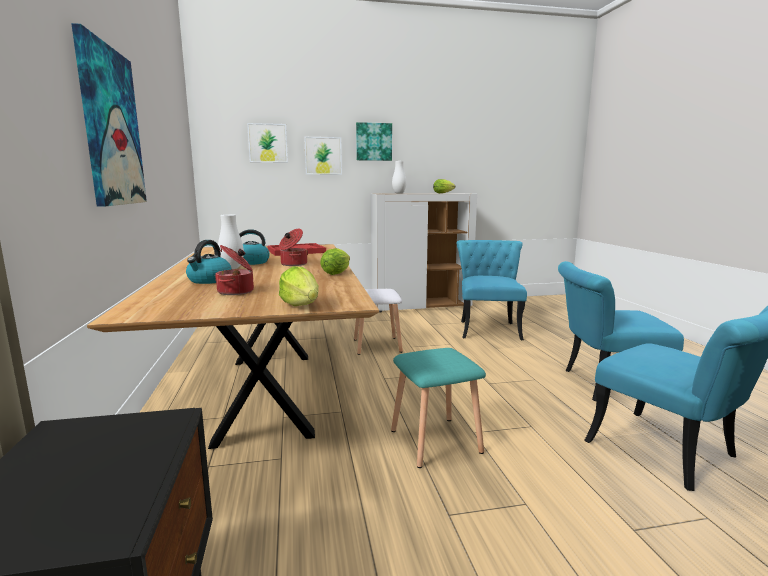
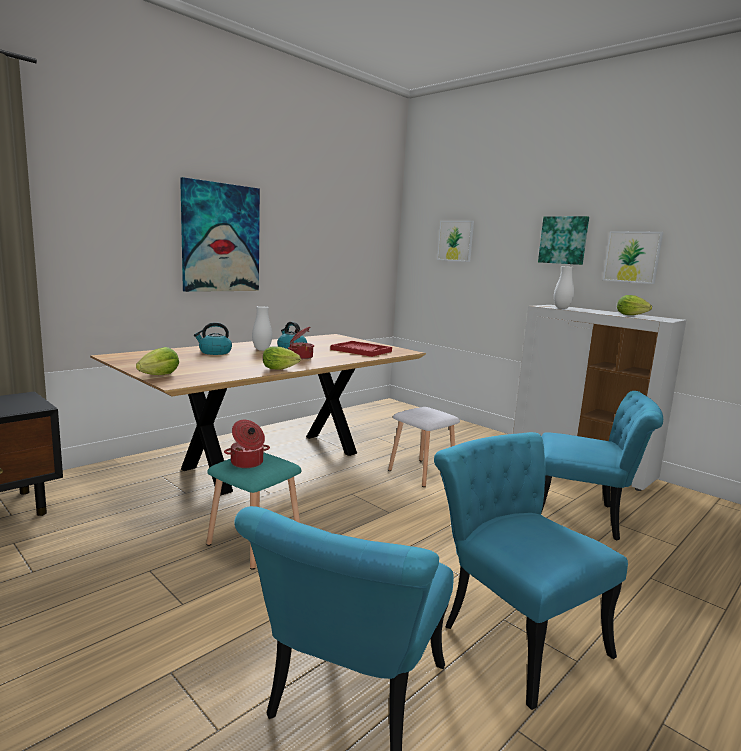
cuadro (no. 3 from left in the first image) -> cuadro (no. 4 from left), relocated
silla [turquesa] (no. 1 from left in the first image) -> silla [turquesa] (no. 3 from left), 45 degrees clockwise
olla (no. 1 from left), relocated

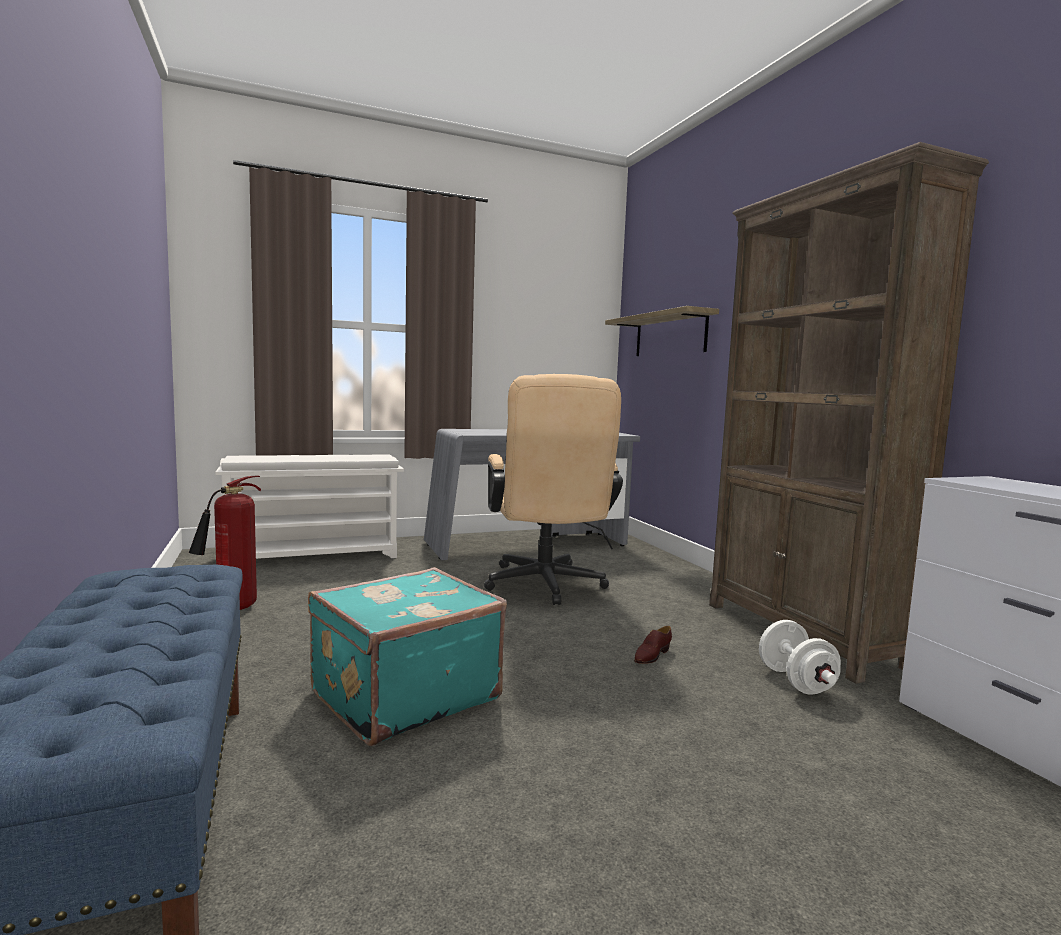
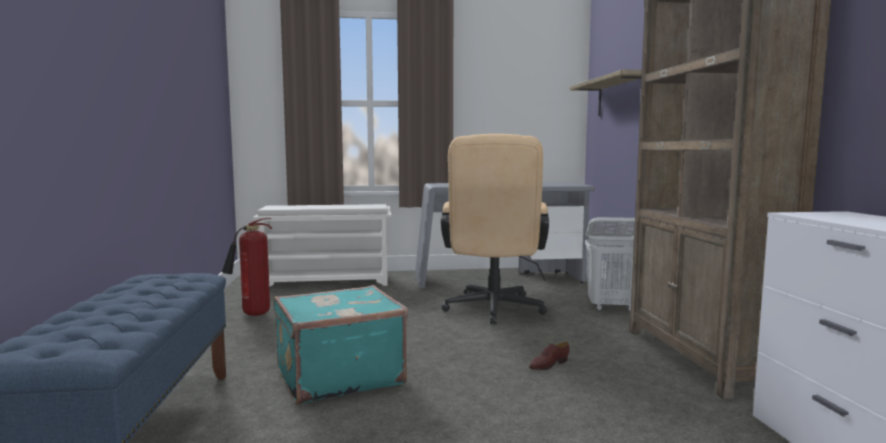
mancuerna [blanco] -> none
none -> cesto de la ropa [blanco]

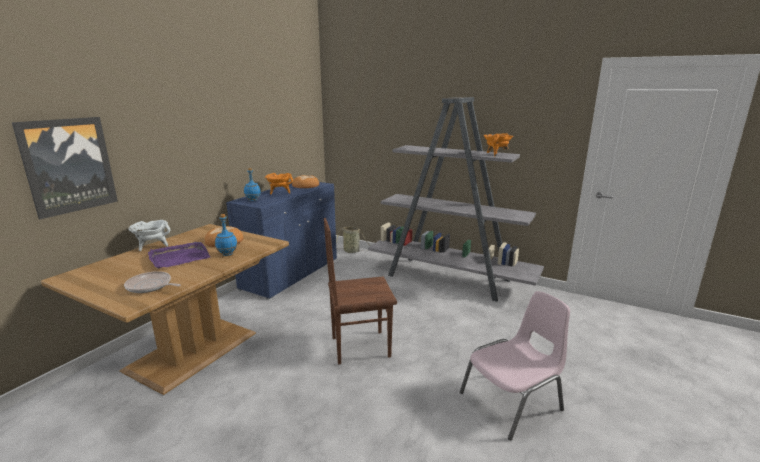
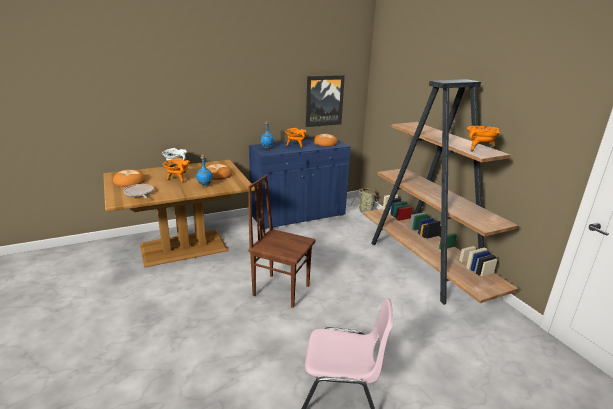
estantería [gris] -> estantería [marrón]
cuadro, relocated
bandeja [morado] -> olla [naranja] (no. 1 from left)
none -> pan (no. 1 from left)

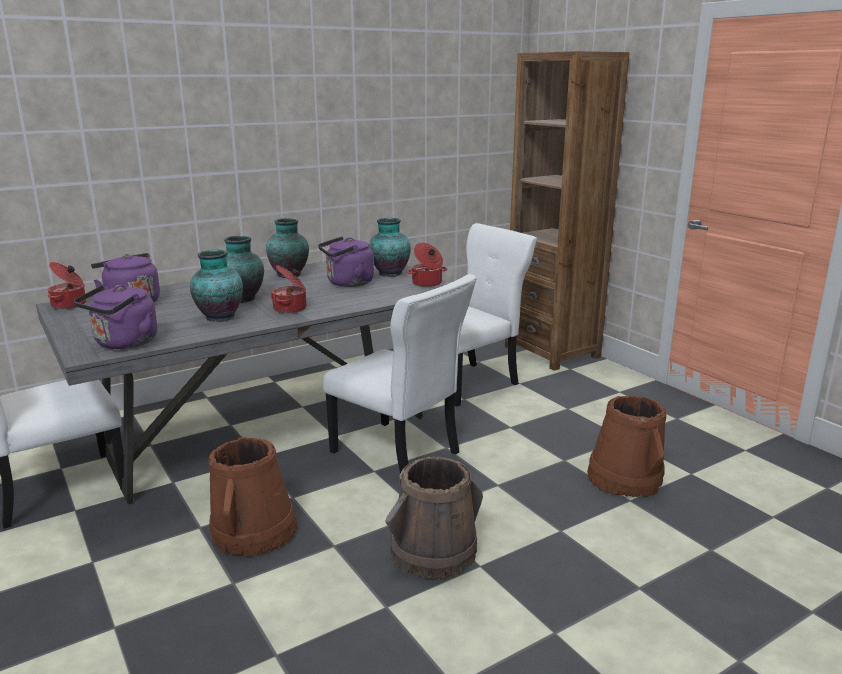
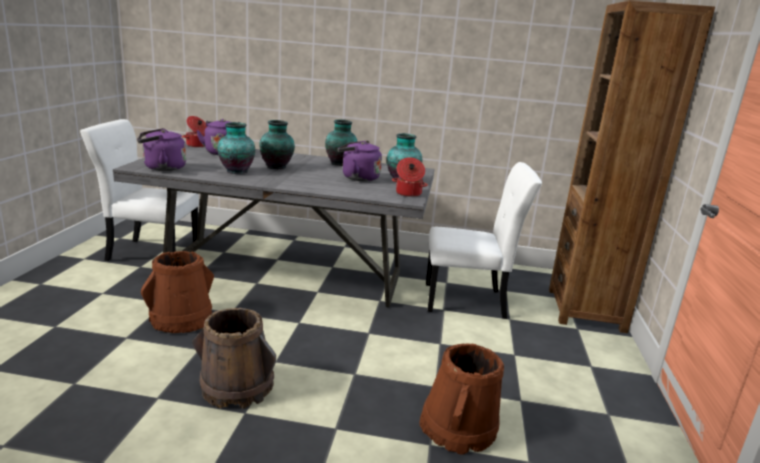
olla (no. 2 from left) -> none
silla [blanco] (no. 2 from left) -> none

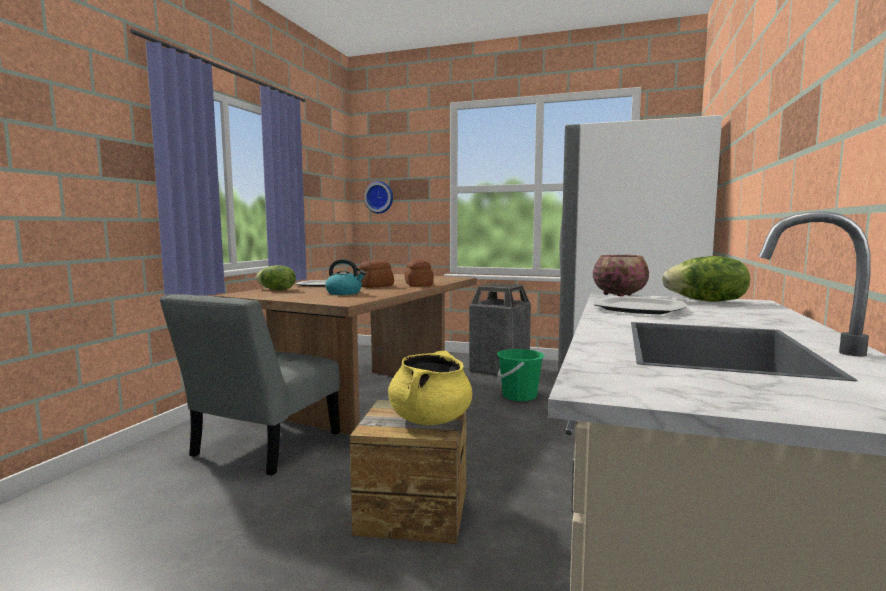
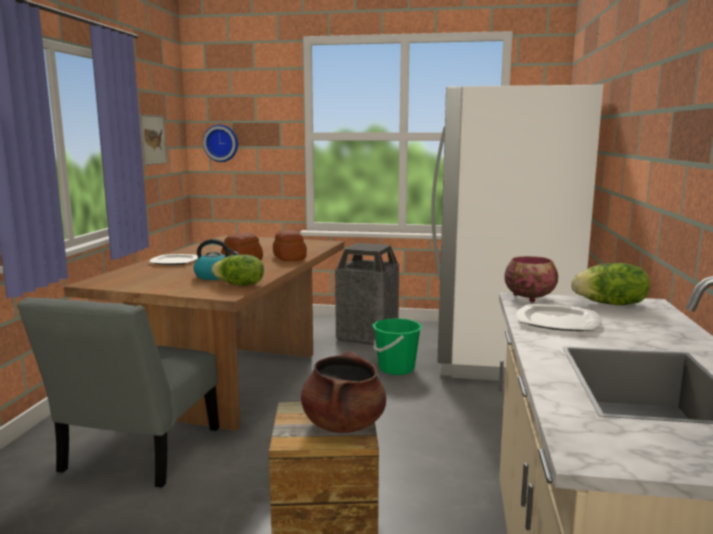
lechuga (no. 1 from left), relocated
olla [amarillo] -> olla [marrón]
none -> cuadro

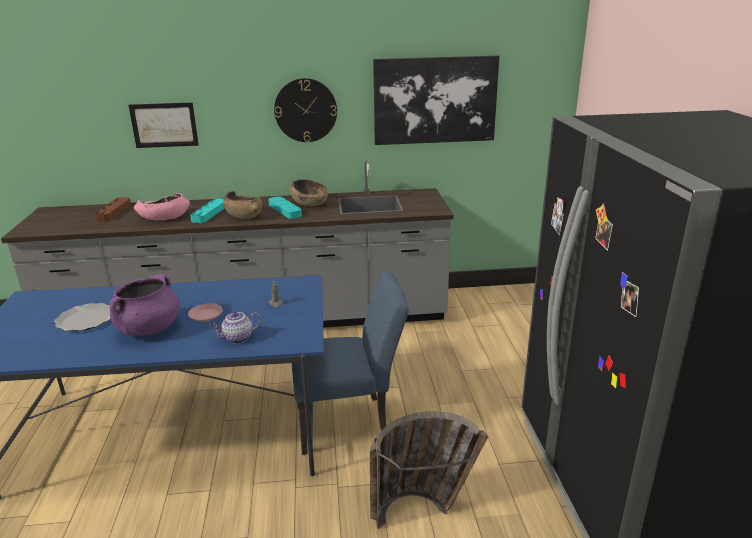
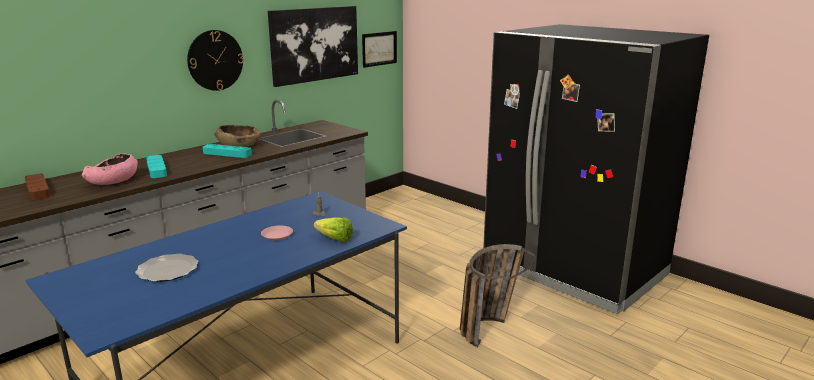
cuadro (no. 1 from left in the first image) -> cuadro (no. 2 from left), relocated
cuenco [marrón] (no. 1 from left) -> none
silla [azul] -> none
olla [morado] -> none
tetera -> lechuga

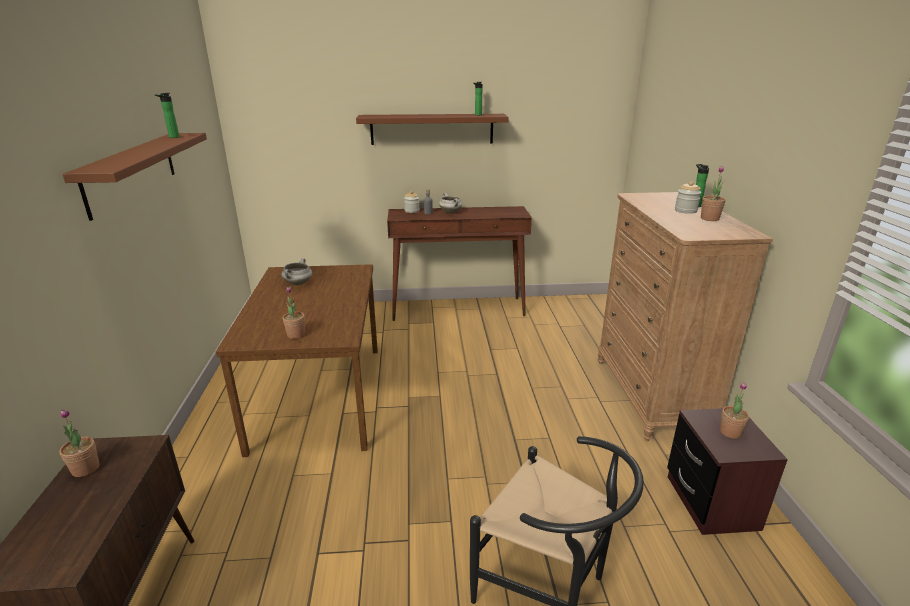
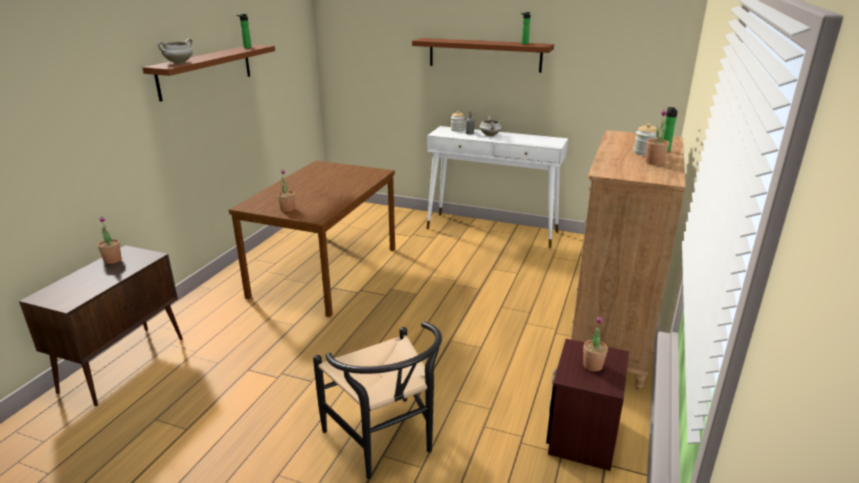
mesa consola [marrón] -> mesa consola [blanco]
olla [blanco] (no. 1 from left), relocated

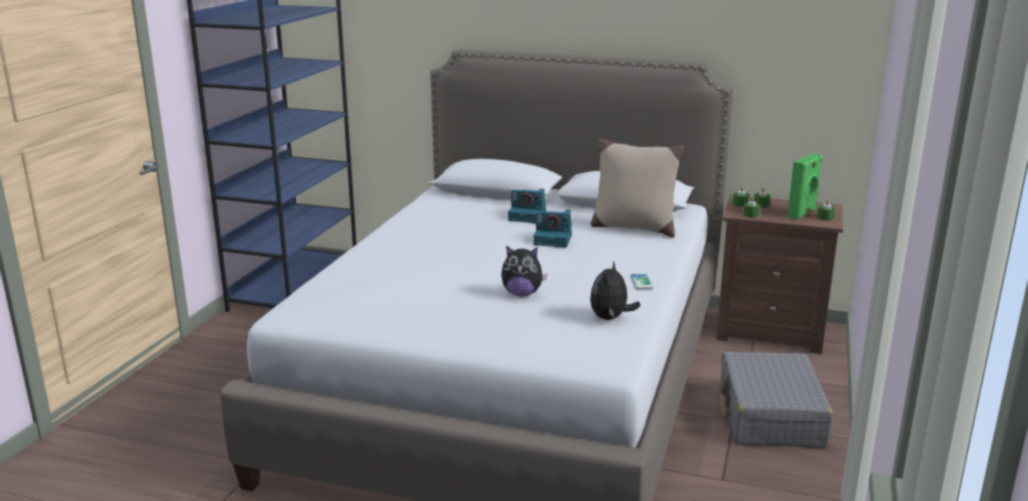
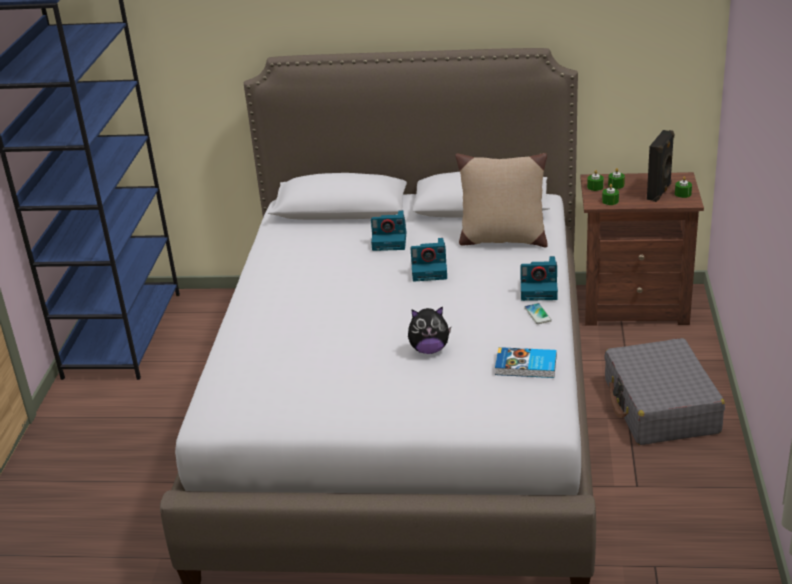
altavoz [verde] -> altavoz [negro]
peluche (no. 2 from left) -> libro
none -> cámara (no. 3 from left)

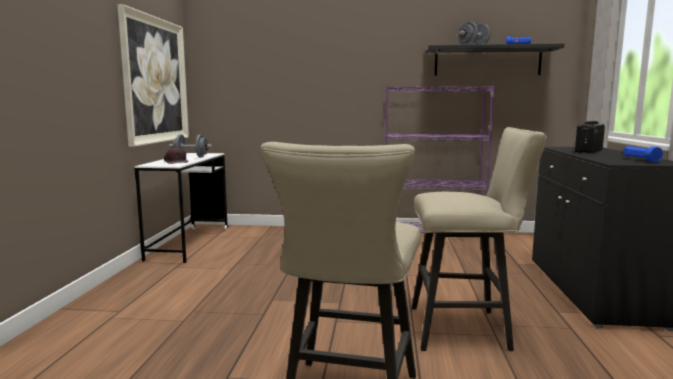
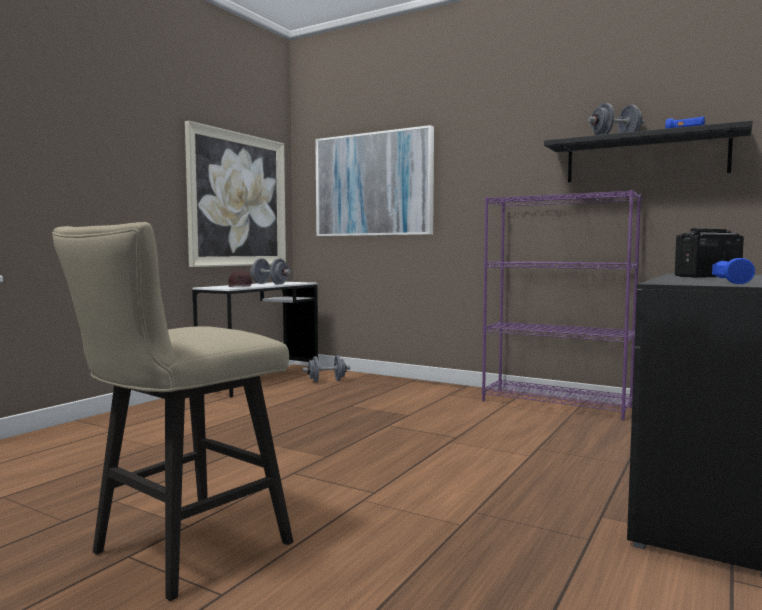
taburete [beis] (no. 2 from left) -> none
none -> cuadro (no. 2 from left)
none -> mancuerna [gris] (no. 2 from left)

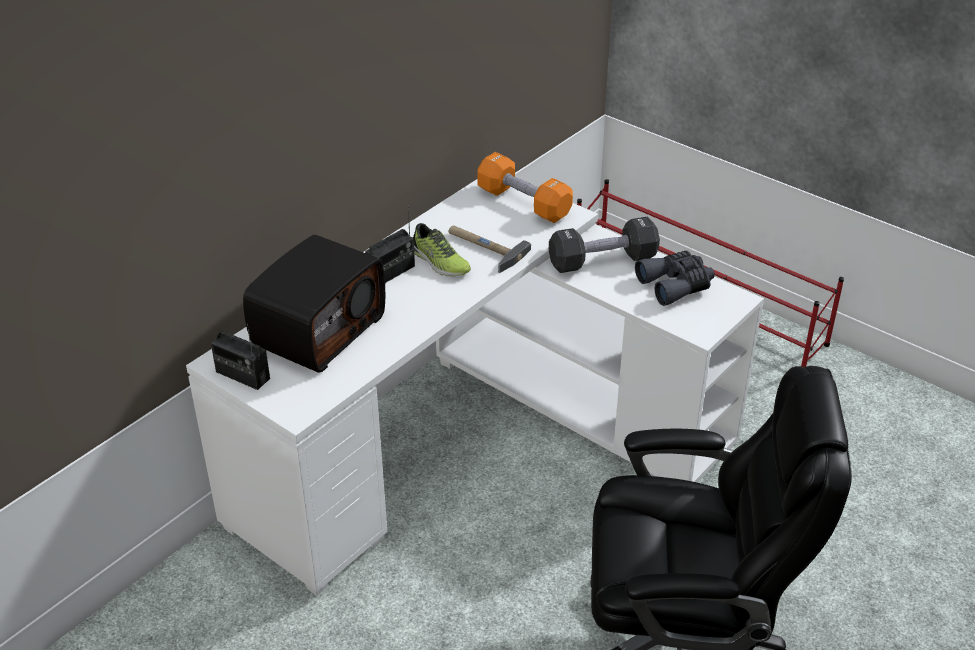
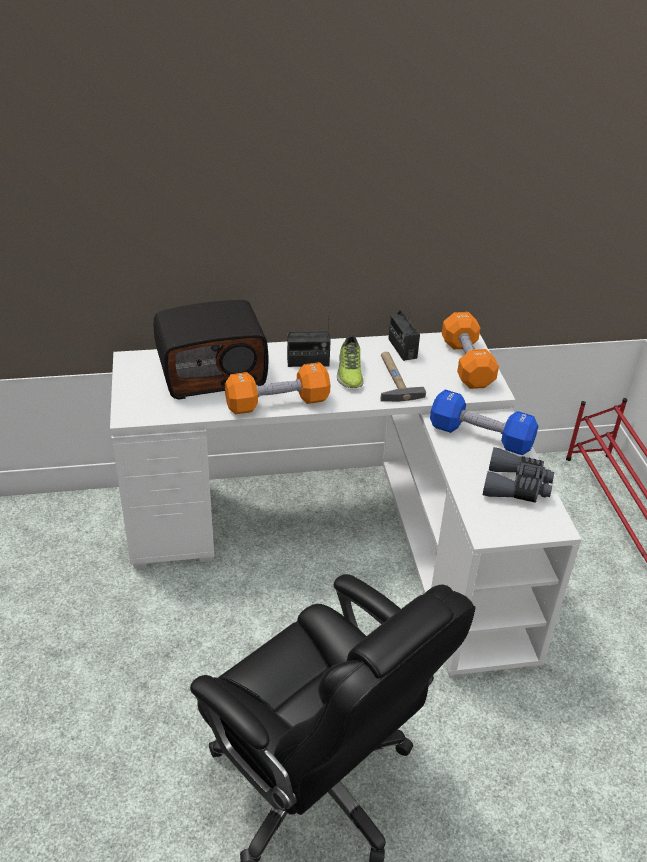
mancuerna [negro] -> mancuerna [azul]
radio (no. 1 from left in the first image) -> radio (no. 3 from left), relocated
none -> mancuerna [naranja] (no. 1 from left)

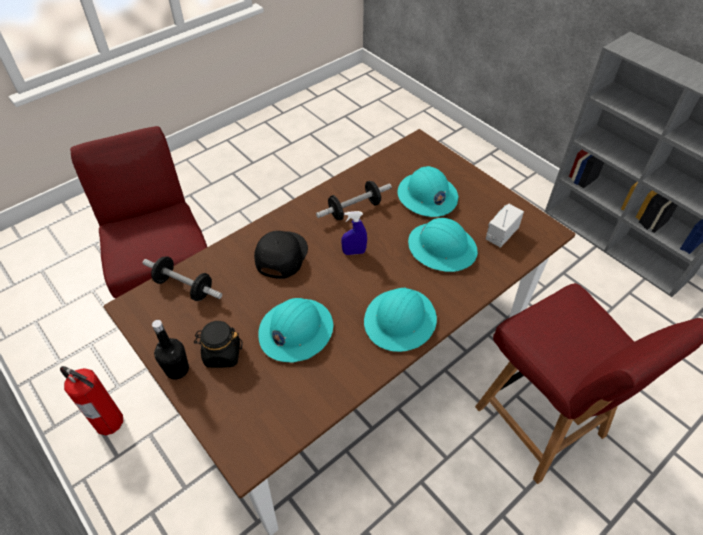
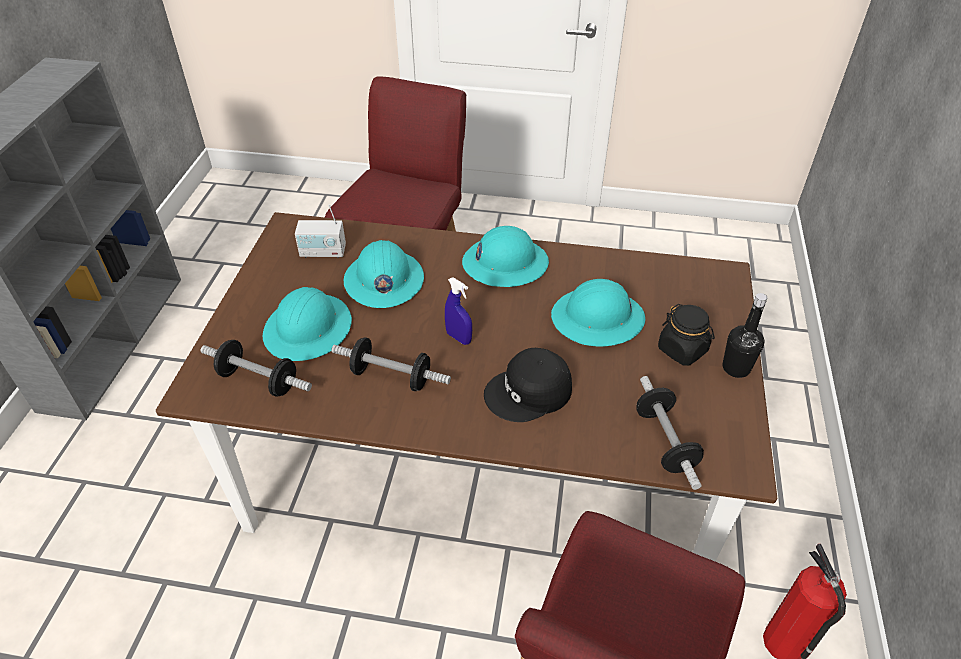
none -> mancuerna (no. 1 from left)

